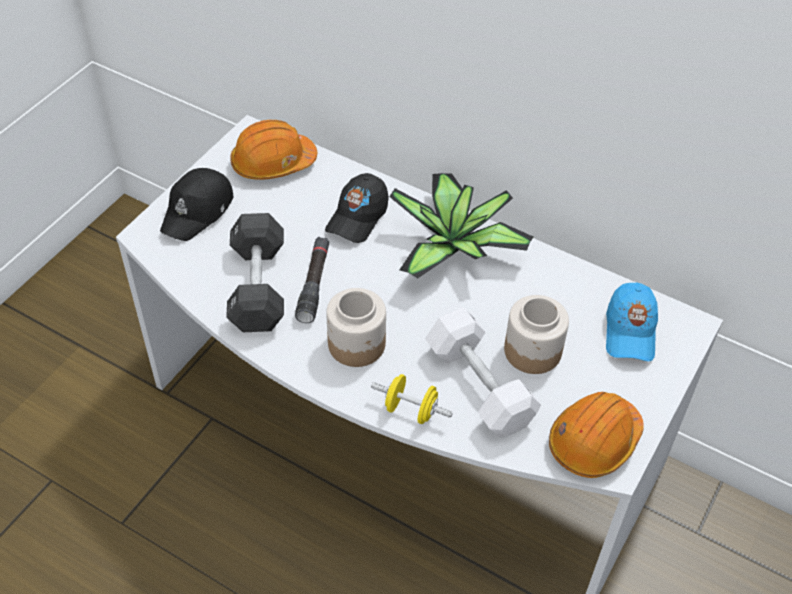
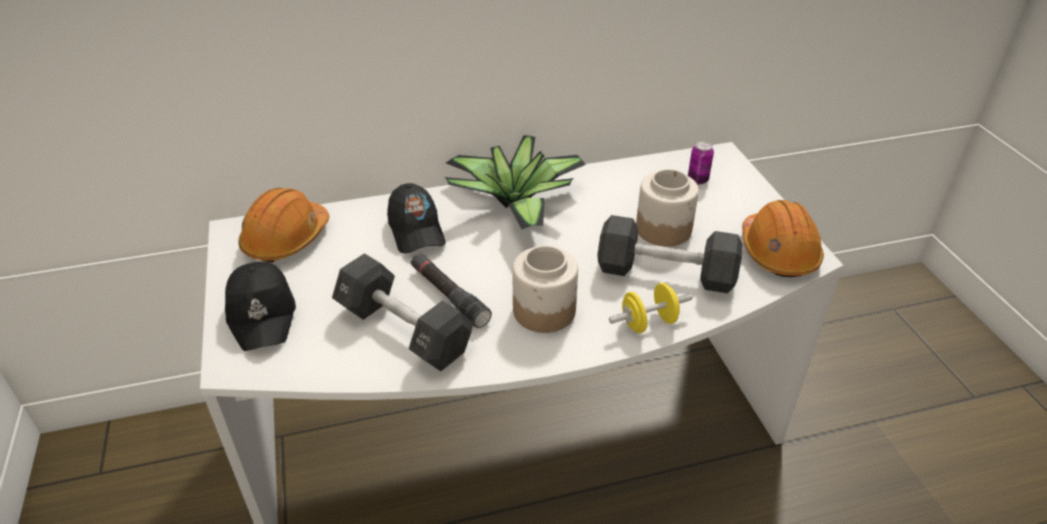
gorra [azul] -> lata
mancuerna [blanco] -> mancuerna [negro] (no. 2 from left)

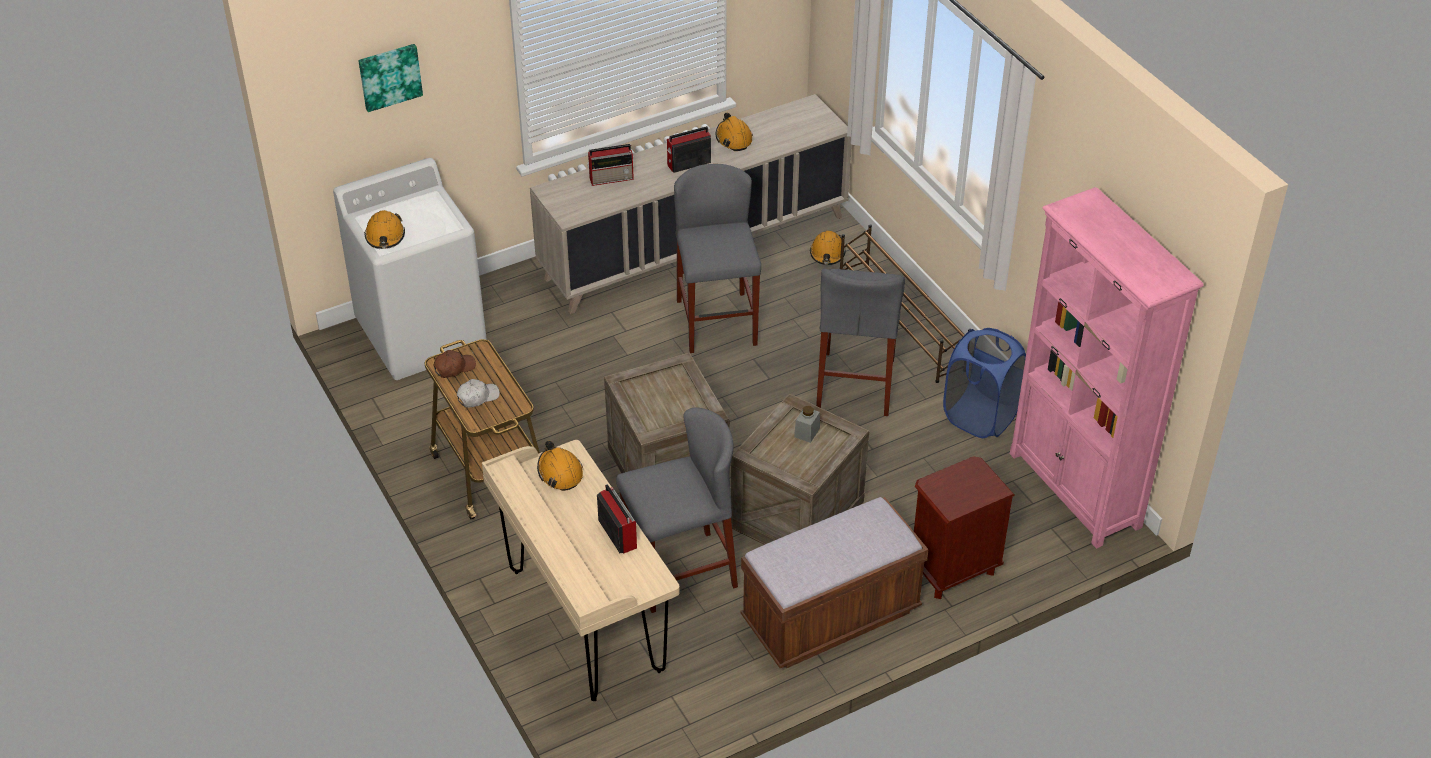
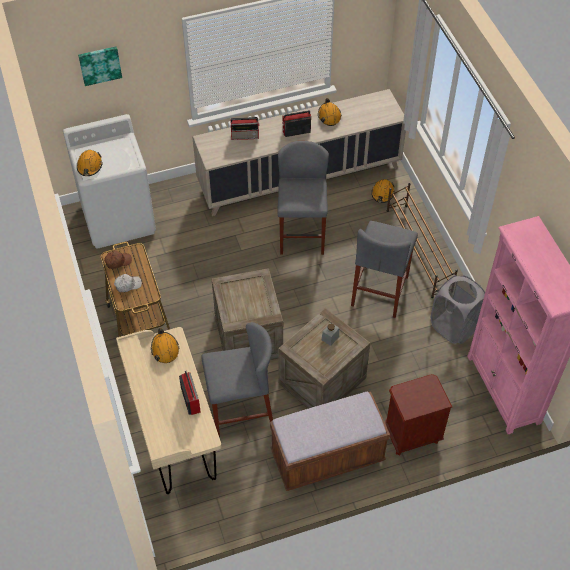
cesto de la ropa [azul] -> cesto de la ropa [gris]

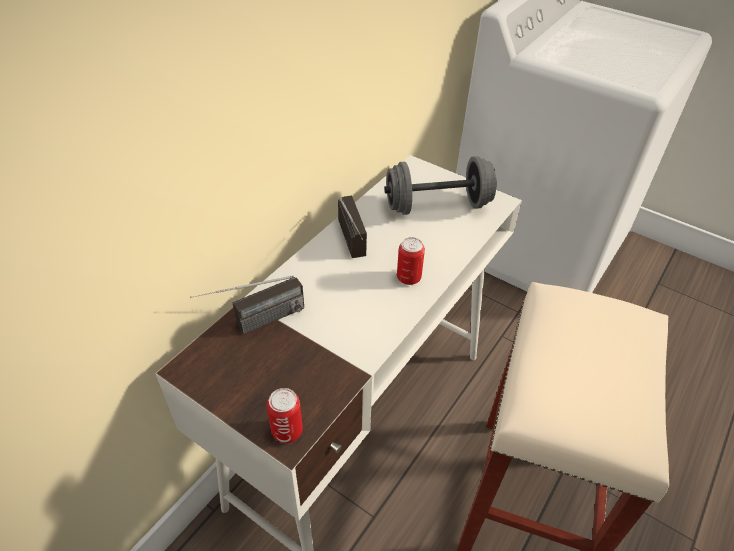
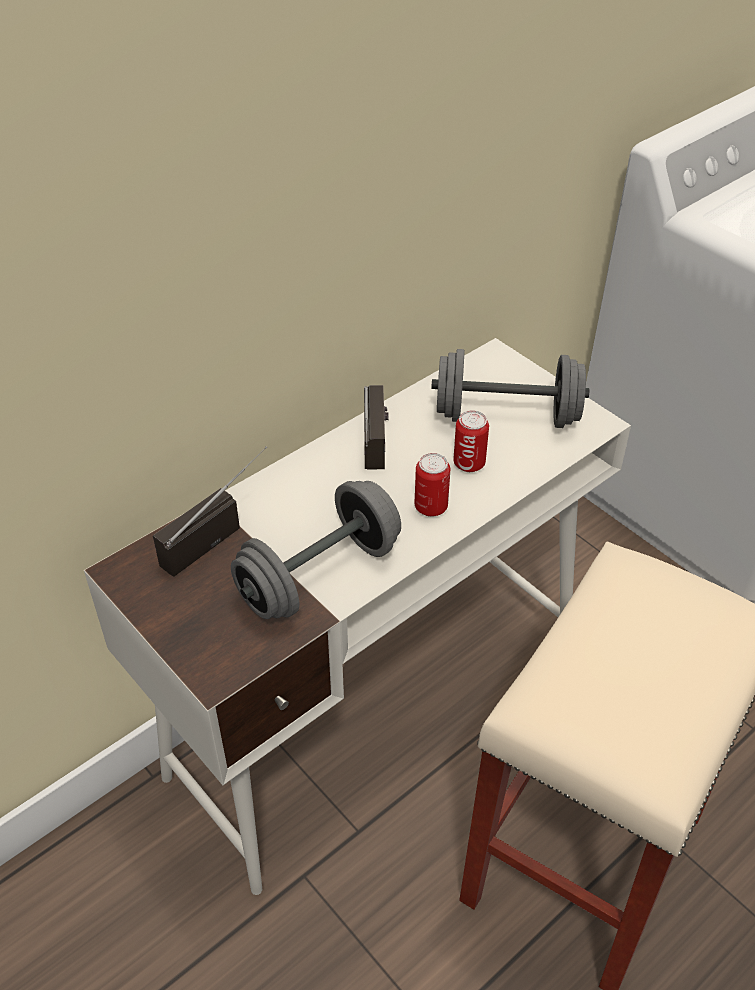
radio (no. 1 from left), 150 degrees clockwise
lata (no. 1 from left in the first image) -> lata (no. 2 from left), relocated
none -> mancuerna [gris] (no. 1 from left)

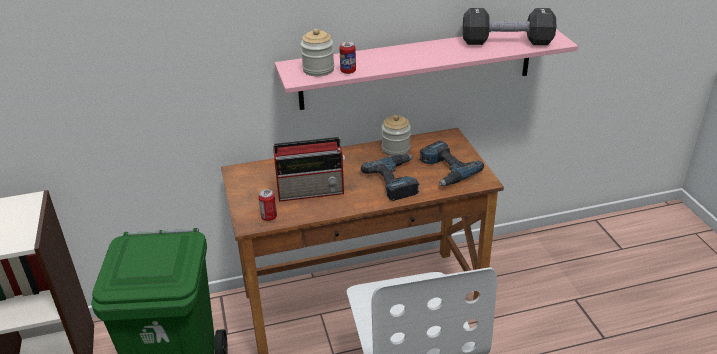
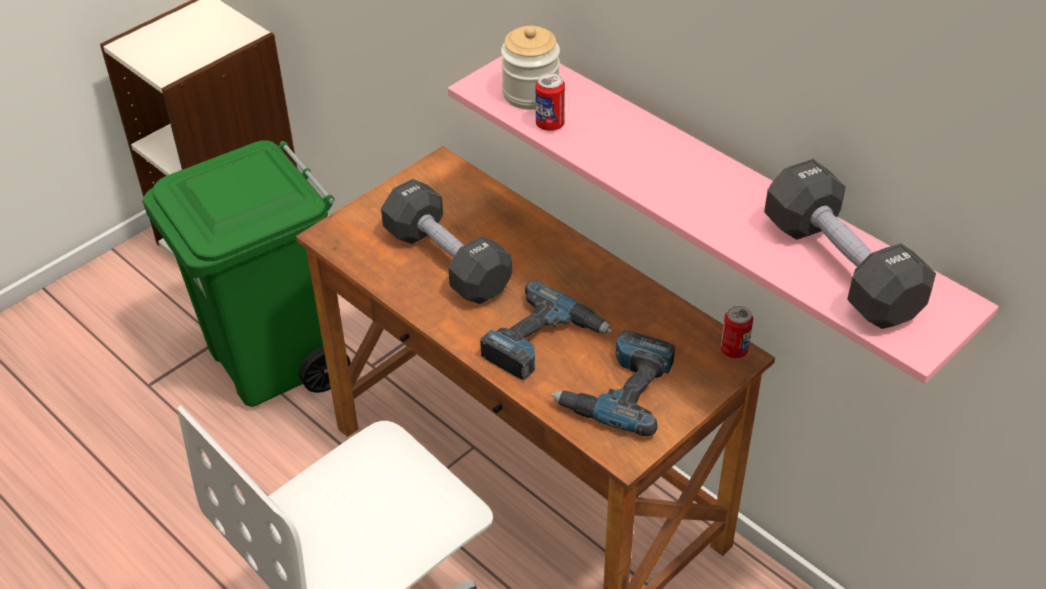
tarro (no. 2 from left) -> none
radio -> mancuerna [negro] (no. 1 from left)
lata (no. 1 from left in the first image) -> lata (no. 2 from left), relocated

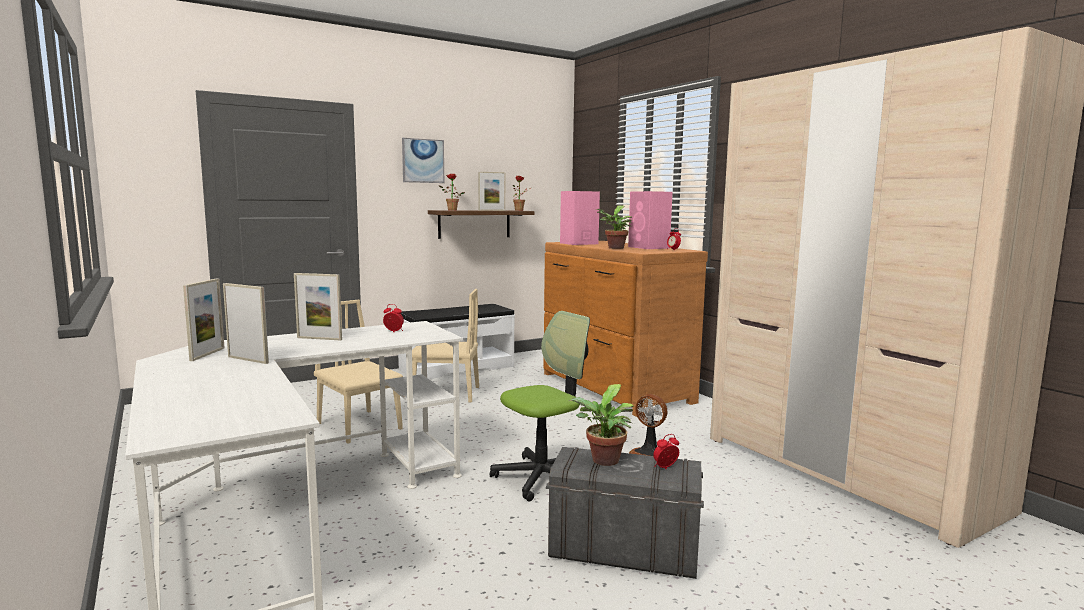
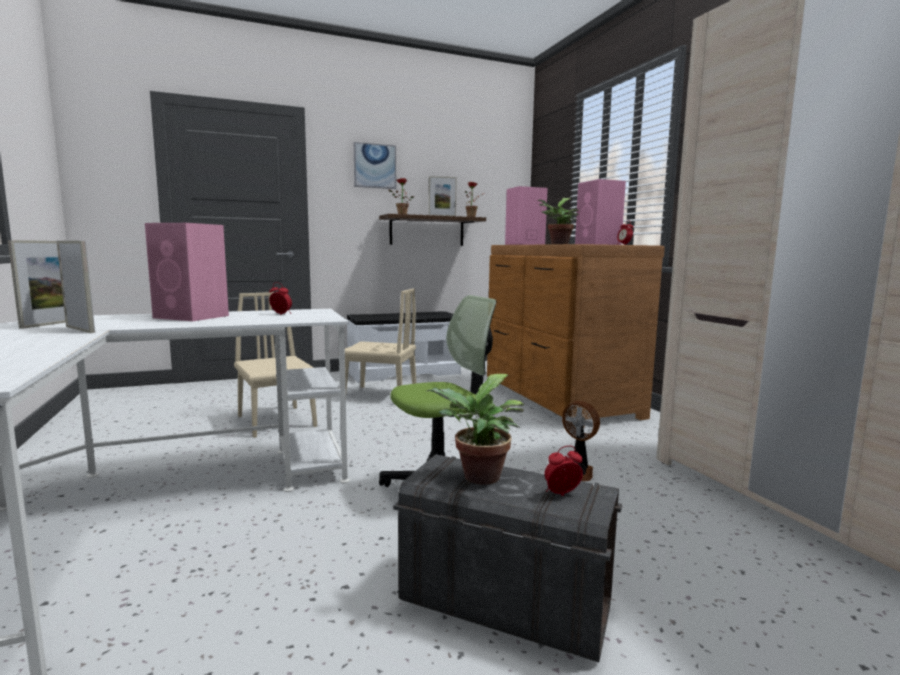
portarretratos (no. 3 from left) -> altavoz [rosa] (no. 1 from left)

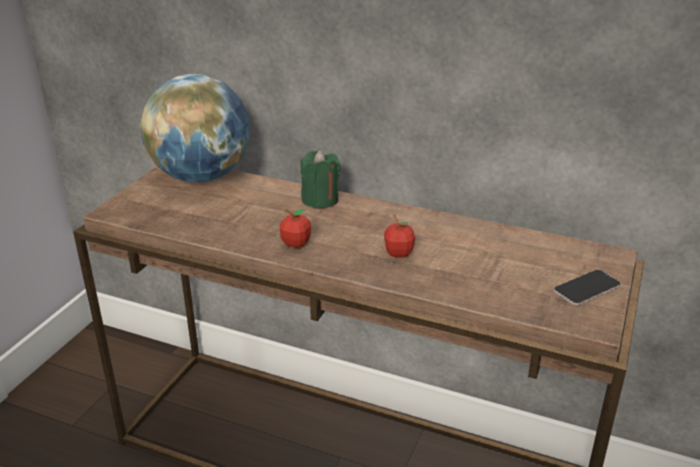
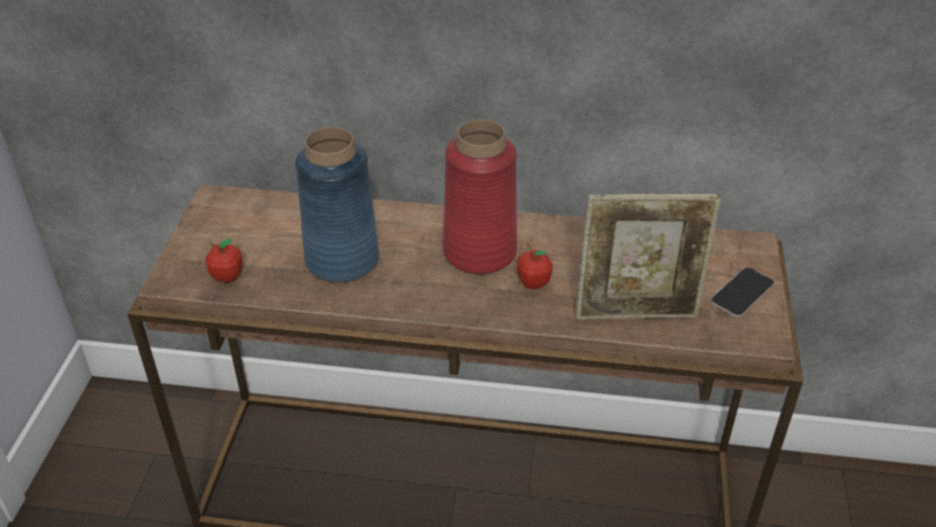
globo terráqueo -> none
vela [verde] -> none
manzana (no. 1 from left), relocated
none -> florero [rojo]
none -> florero [azul]
none -> portarretratos

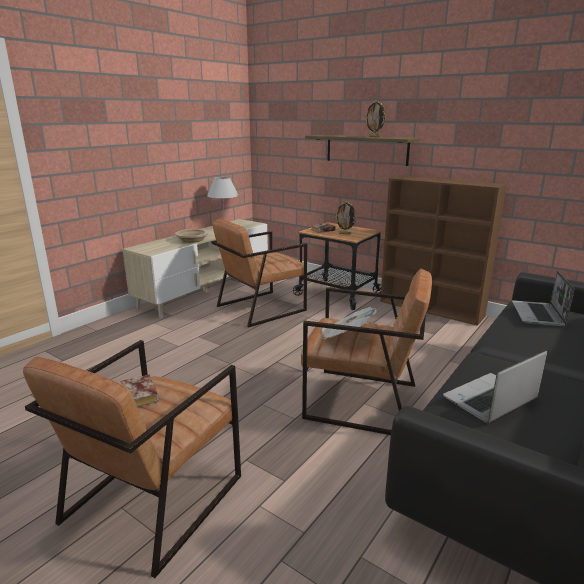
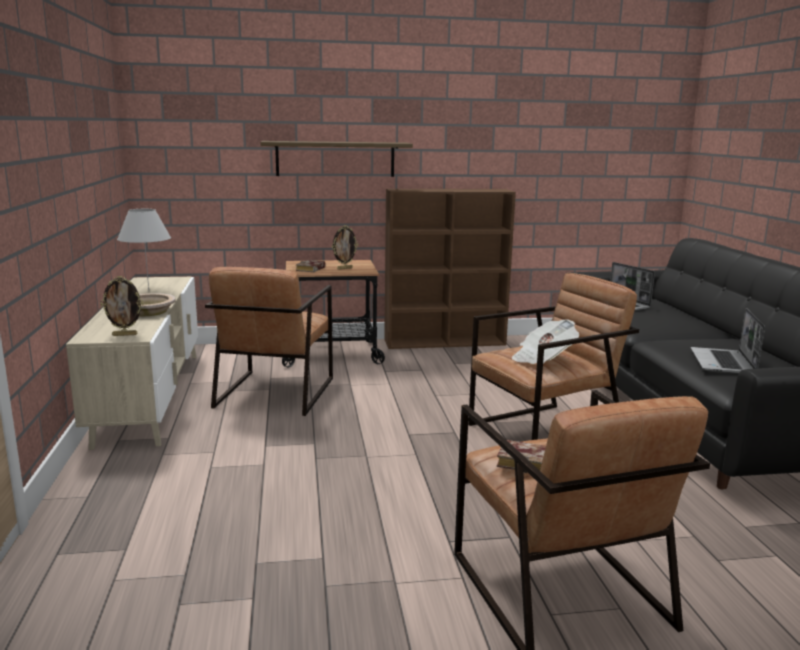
portarretratos (no. 2 from left in the first image) -> portarretratos (no. 1 from left), relocated

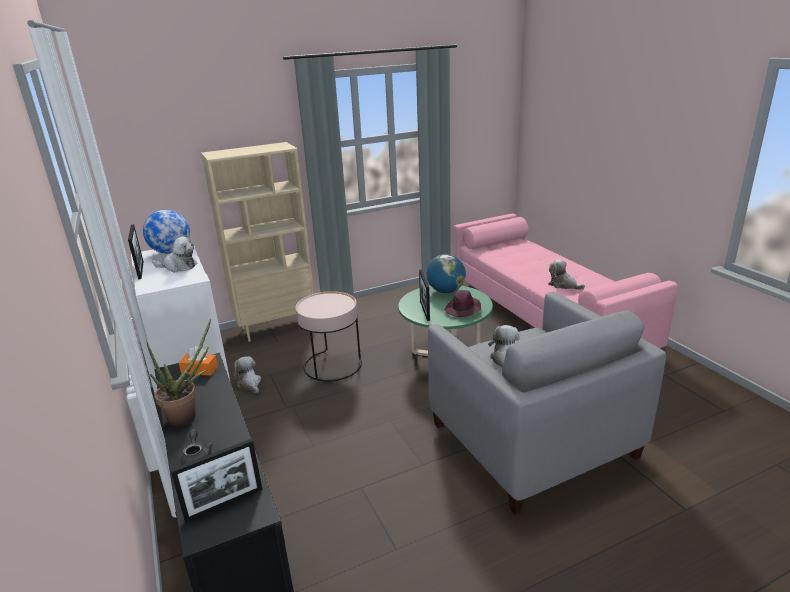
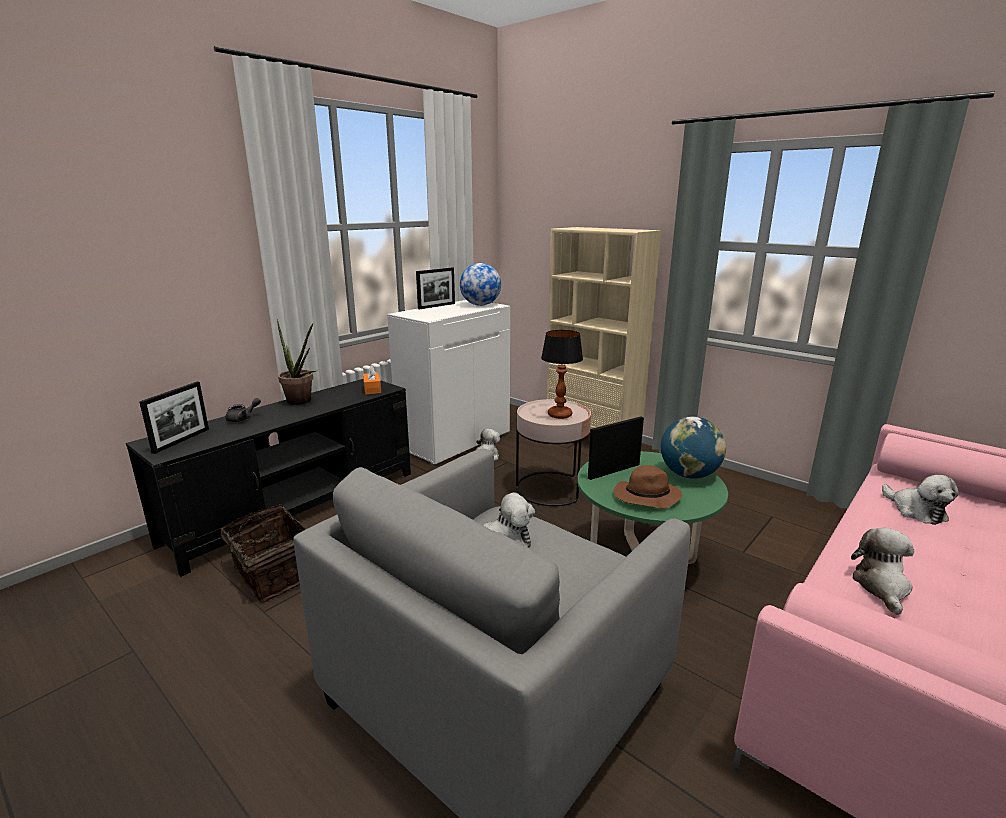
peluche (no. 1 from left in the first image) -> peluche (no. 4 from left), relocated
sombrero [morado] -> sombrero [marrón]
portarretratos (no. 2 from left in the first image) -> portarretratos (no. 1 from left), 105 degrees counterclockwise
none -> lámpara de mesa
none -> cesta

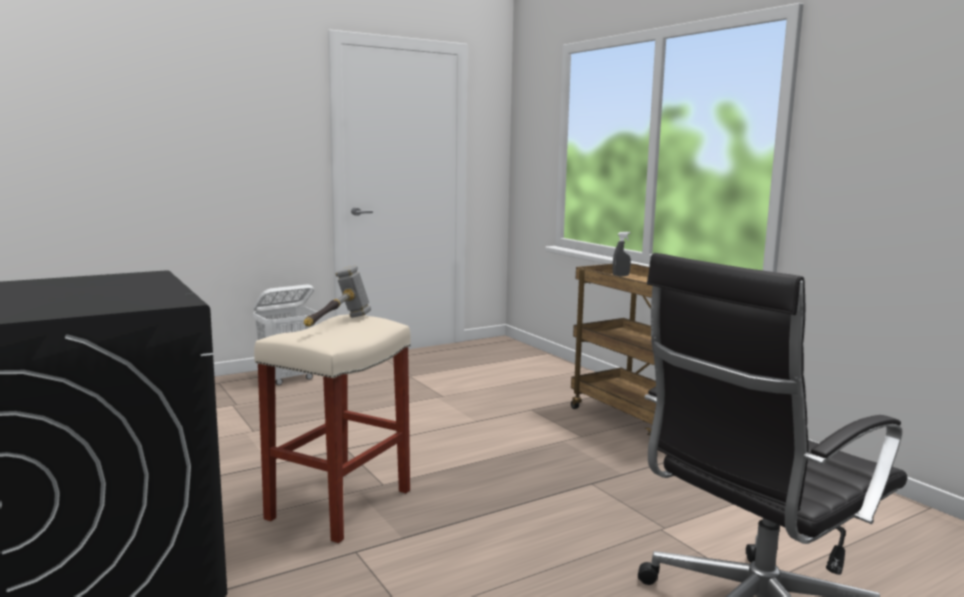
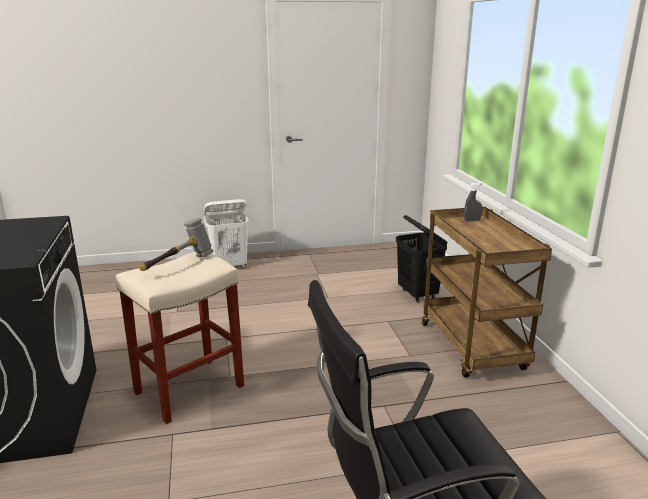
none -> cesto de la ropa [negro]

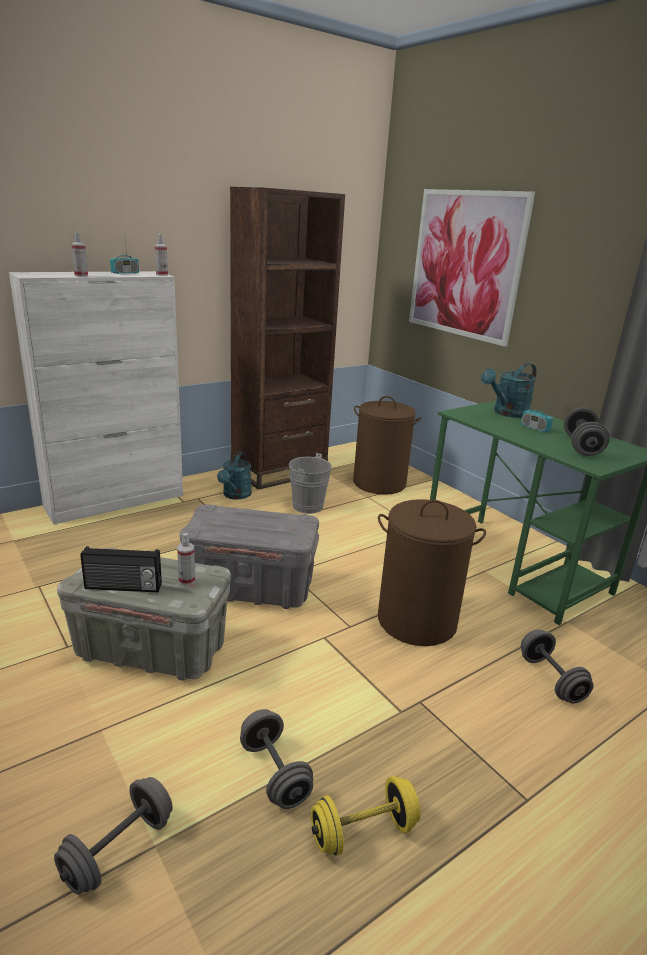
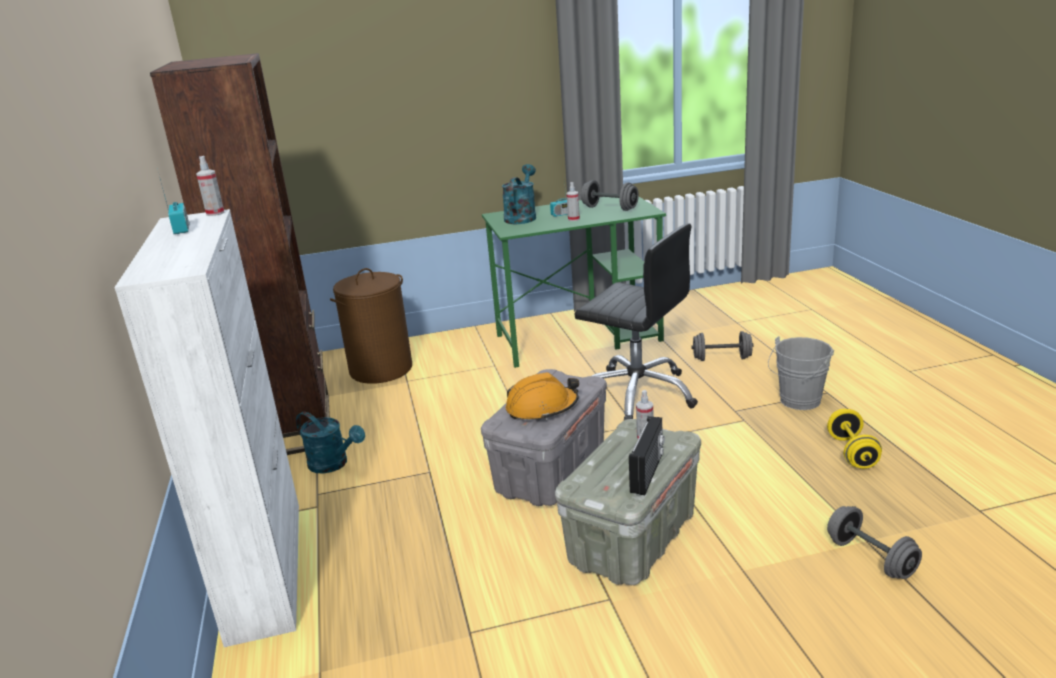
cuadro -> none
pulverizador (no. 1 from left in the first image) -> pulverizador (no. 2 from left), relocated
regadera [turquesa] (no. 2 from left), 150 degrees counterclockwise
cubo [gris], relocated
cesto de la ropa [marrón] (no. 2 from left) -> silla de oficina [negro]
mancuerna [gris] (no. 2 from left) -> none
none -> casco [naranja]

